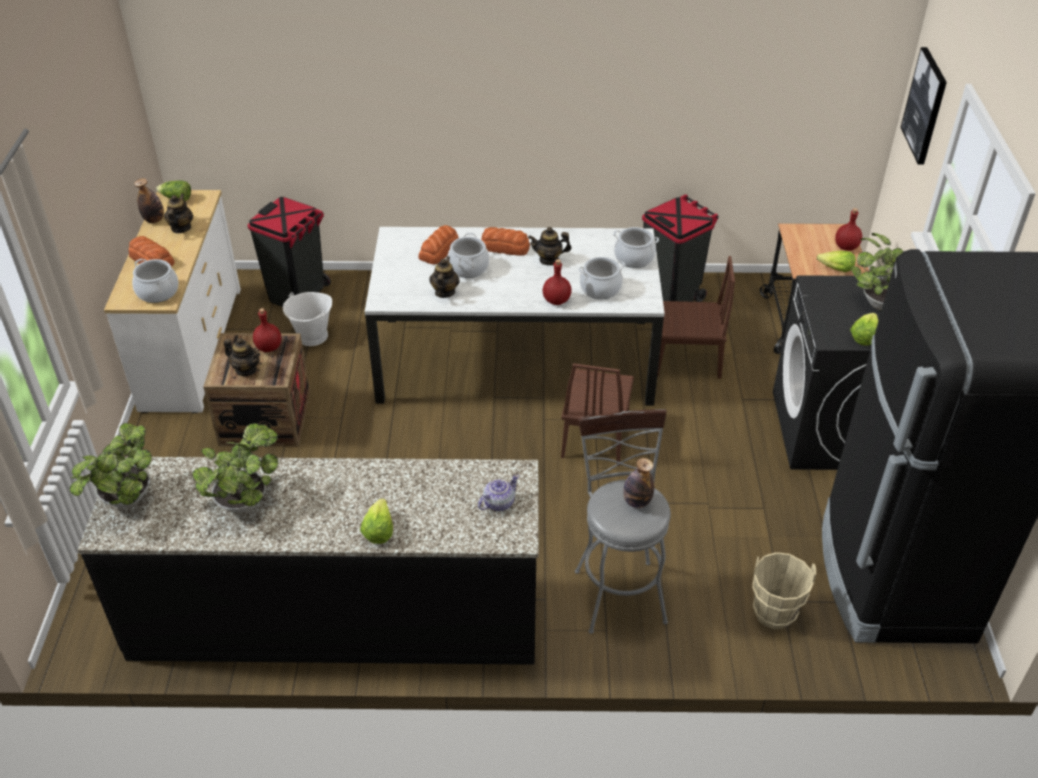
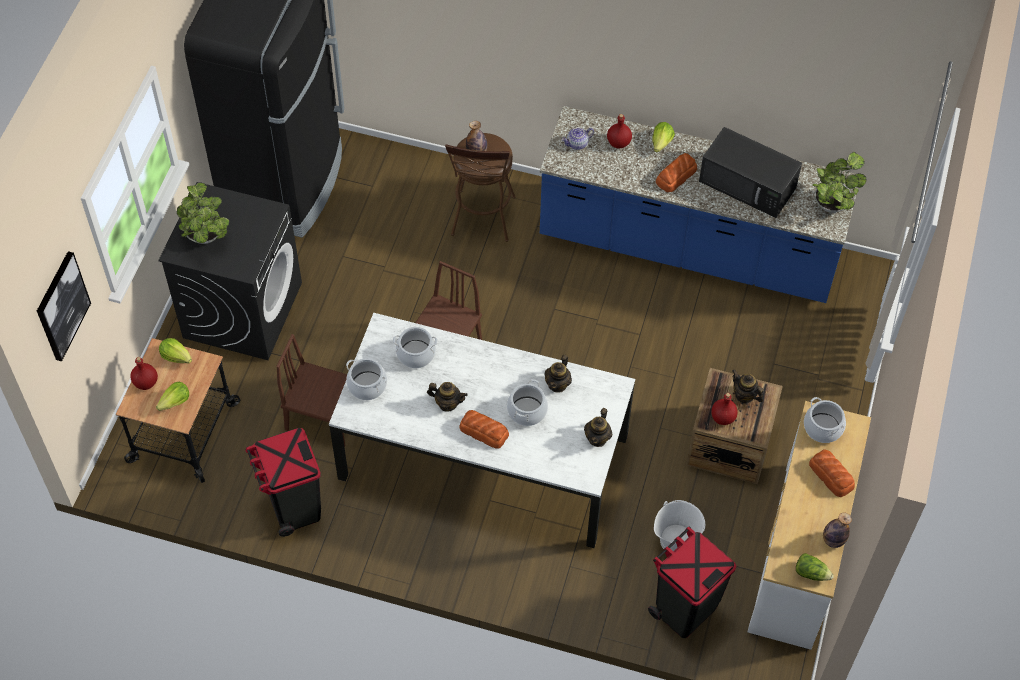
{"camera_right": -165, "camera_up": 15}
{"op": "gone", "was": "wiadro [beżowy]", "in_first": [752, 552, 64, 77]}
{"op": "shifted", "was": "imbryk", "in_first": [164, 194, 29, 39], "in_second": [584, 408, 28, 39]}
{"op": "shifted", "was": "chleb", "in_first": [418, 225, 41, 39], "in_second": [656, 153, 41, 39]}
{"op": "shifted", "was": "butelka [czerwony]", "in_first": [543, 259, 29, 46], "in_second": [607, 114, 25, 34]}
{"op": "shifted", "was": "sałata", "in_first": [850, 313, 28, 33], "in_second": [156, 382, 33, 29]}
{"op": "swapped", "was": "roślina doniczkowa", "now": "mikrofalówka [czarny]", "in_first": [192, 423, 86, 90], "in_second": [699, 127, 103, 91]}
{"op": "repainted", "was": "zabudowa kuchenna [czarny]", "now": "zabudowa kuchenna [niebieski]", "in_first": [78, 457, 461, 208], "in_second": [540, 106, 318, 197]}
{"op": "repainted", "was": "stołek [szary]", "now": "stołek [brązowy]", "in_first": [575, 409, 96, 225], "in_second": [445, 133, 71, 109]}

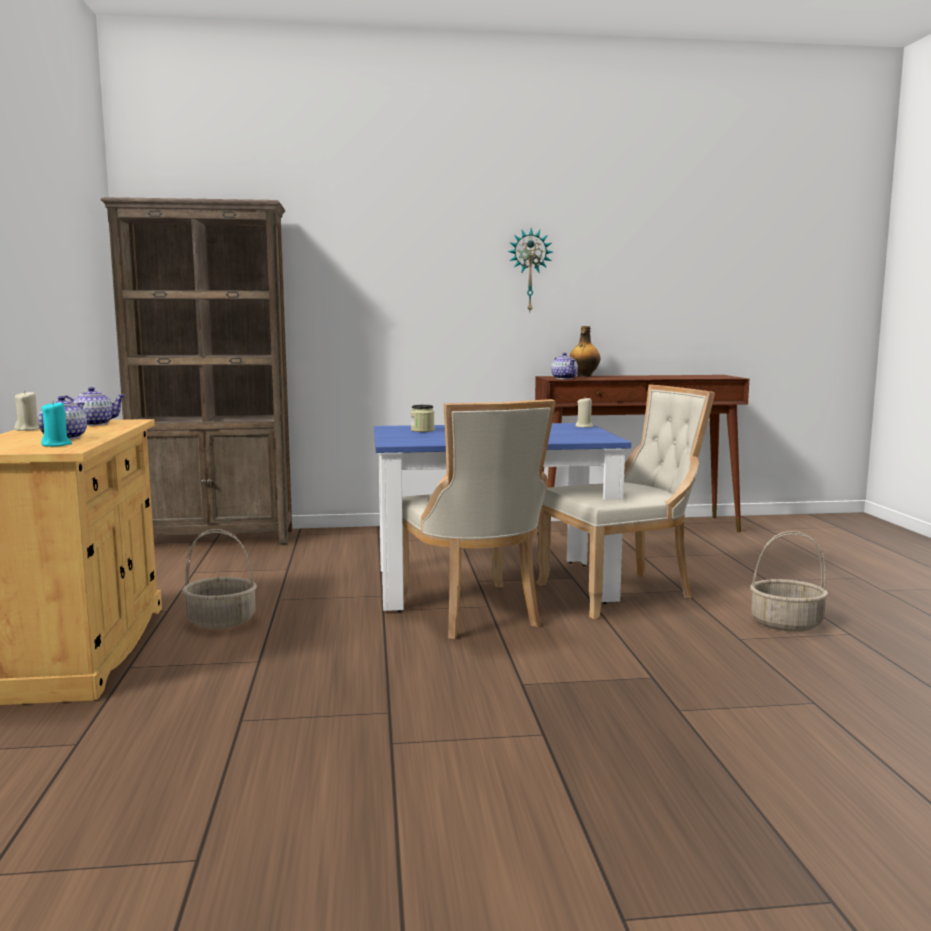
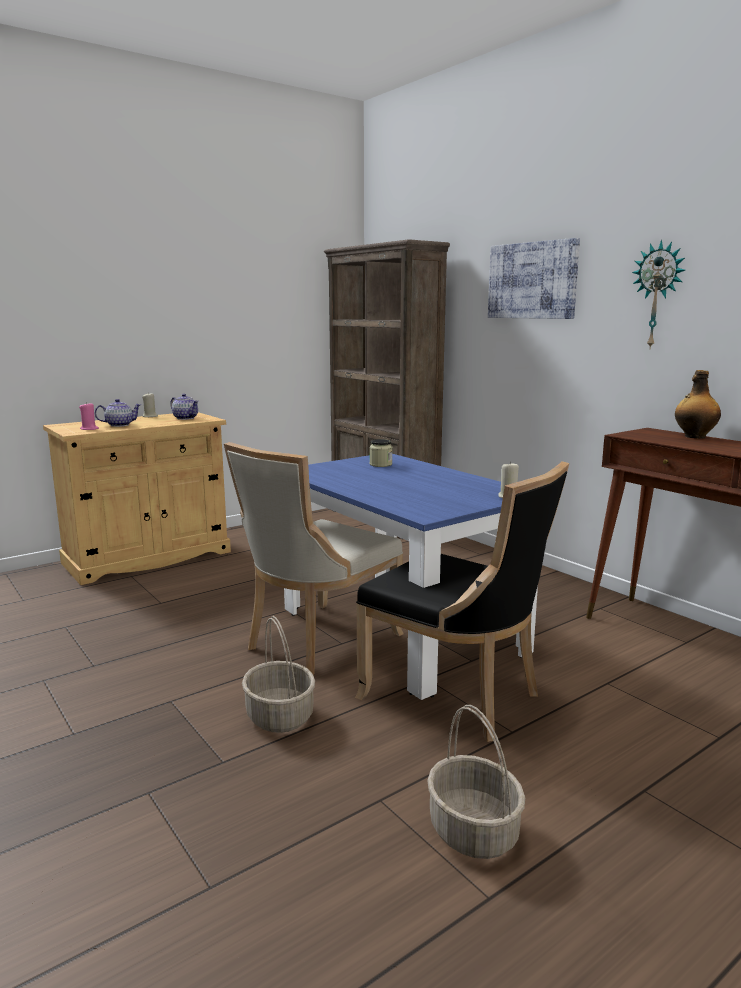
{"camera_right": 60, "camera_up": 5}
{"op": "gone", "was": "imbryk", "in_first": [551, 353, 27, 26]}
{"op": "new", "now": "obraz", "in_second": [488, 238, 92, 81]}
{"op": "shifted", "was": "koszyk", "in_first": [182, 529, 75, 100], "in_second": [242, 616, 73, 117]}
{"op": "repainted", "was": "świeca [turkusowy]", "now": "świeca [różowy]", "in_first": [41, 401, 31, 46], "in_second": [79, 402, 20, 28]}
{"op": "repainted", "was": "krzesło [beżowy]", "now": "krzesło [czarny]", "in_first": [536, 384, 179, 235], "in_second": [355, 461, 214, 281]}

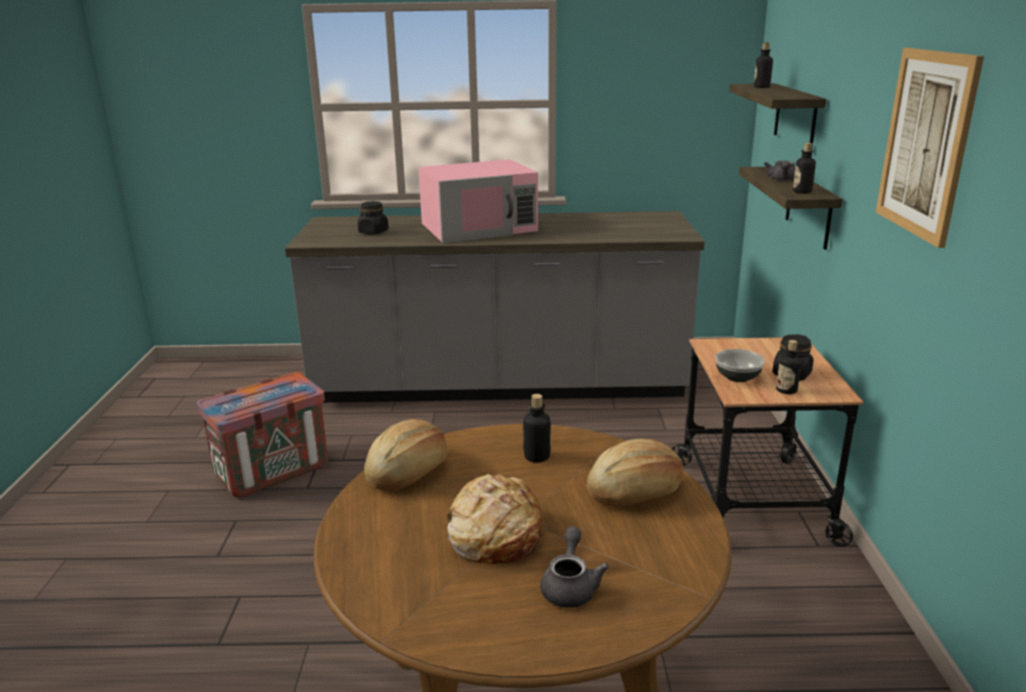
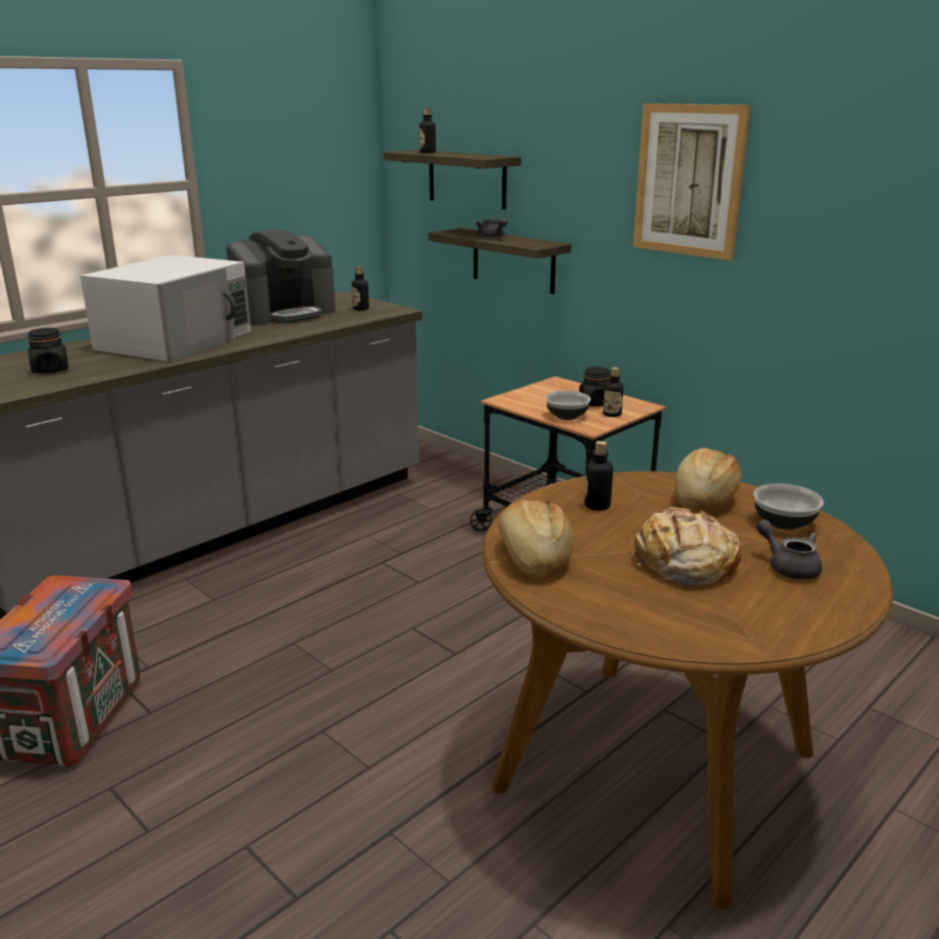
{"camera_right": -45, "camera_up": 0}
{"op": "new", "now": "ekspres do kawy", "in_second": [227, 229, 109, 96]}
{"op": "new", "now": "miska", "in_second": [753, 483, 71, 47]}
{"op": "shifted", "was": "butelka", "in_first": [793, 143, 23, 51], "in_second": [352, 266, 17, 44]}
{"op": "repainted", "was": "mikrofalówka [różowy]", "now": "mikrofalówka [biały]", "in_first": [418, 159, 120, 84], "in_second": [80, 255, 171, 107]}

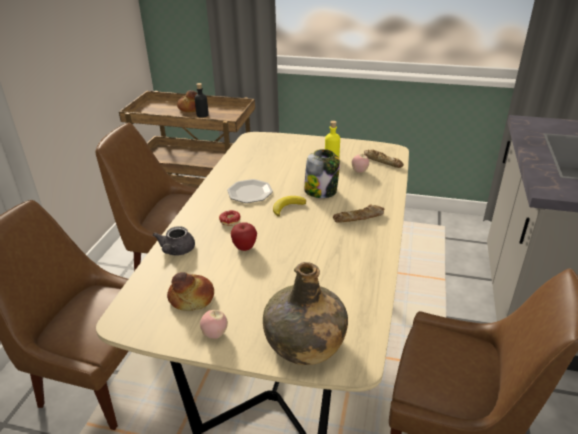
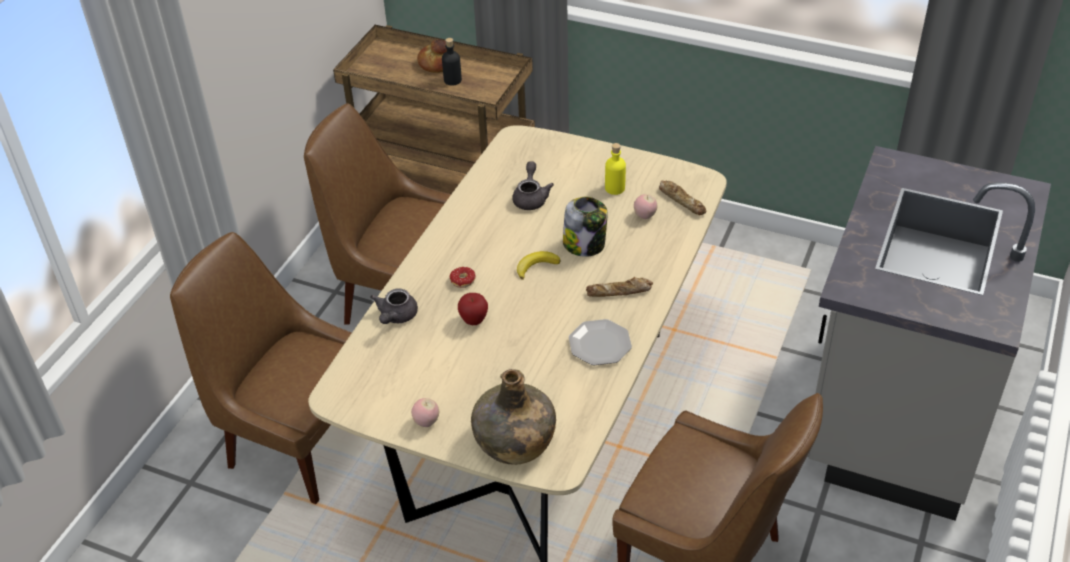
{"camera_right": 10, "camera_up": 10}
{"op": "gone", "was": "chleb", "in_first": [167, 272, 47, 39]}
{"op": "new", "now": "imbryk [szary]", "in_second": [512, 161, 42, 49]}
{"op": "shifted", "was": "talerz", "in_first": [227, 179, 46, 24], "in_second": [569, 319, 63, 46]}

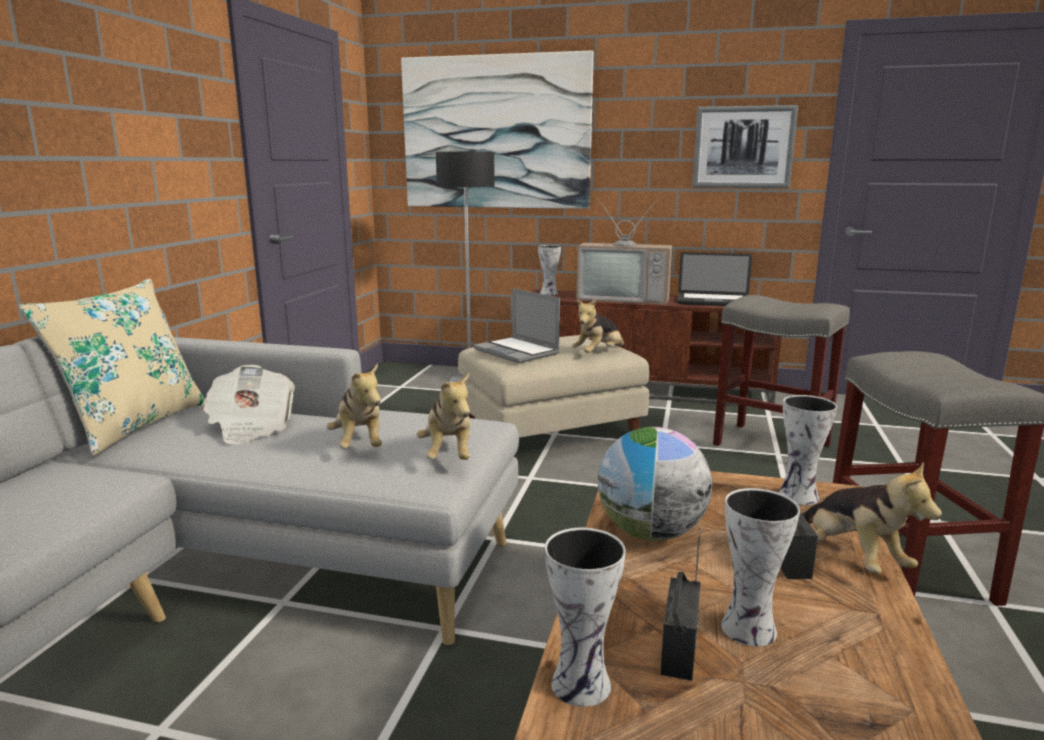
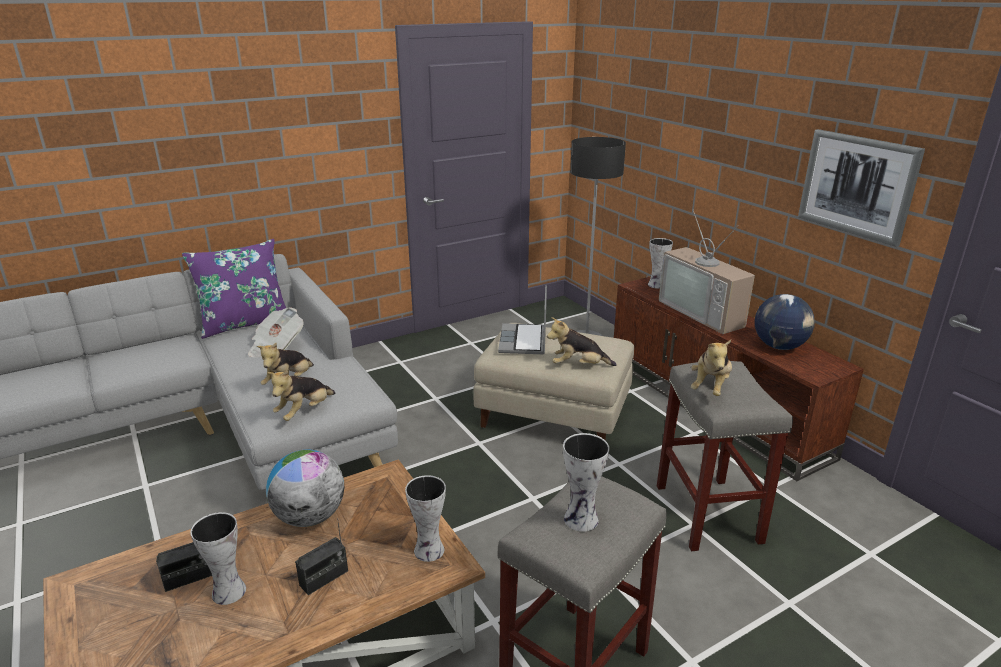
{"camera_right": 45, "camera_up": 10}
{"op": "gone", "was": "obraz", "in_first": [401, 51, 193, 158]}
{"op": "shifted", "was": "wazon", "in_first": [545, 528, 81, 179], "in_second": [563, 433, 46, 99]}
{"op": "shifted", "was": "pluszak", "in_first": [802, 463, 140, 110], "in_second": [691, 340, 41, 56]}
{"op": "swapped", "was": "laptop", "now": "globus", "in_first": [677, 252, 75, 54], "in_second": [755, 294, 60, 56]}
{"op": "repainted", "was": "poduszka [beżowy]", "now": "poduszka [fioletowy]", "in_first": [18, 278, 187, 178], "in_second": [182, 239, 104, 100]}

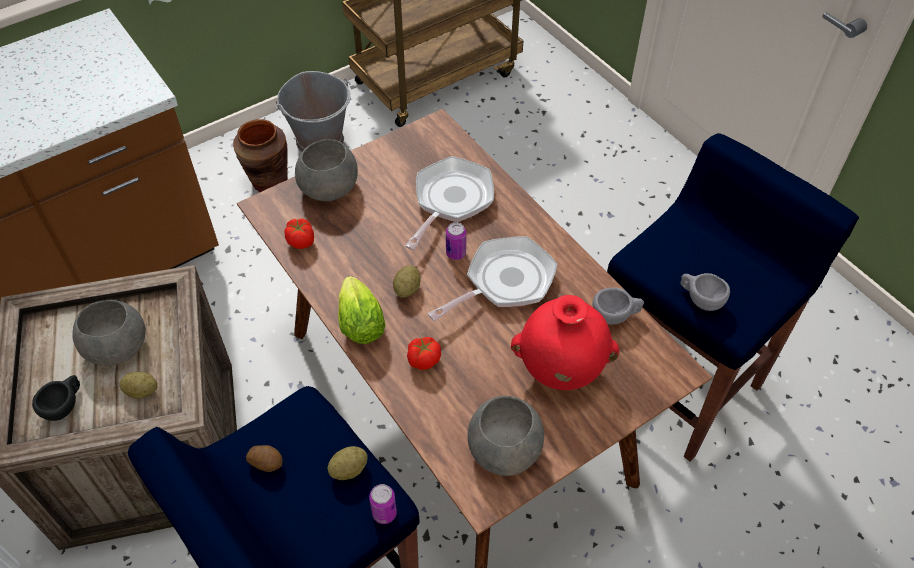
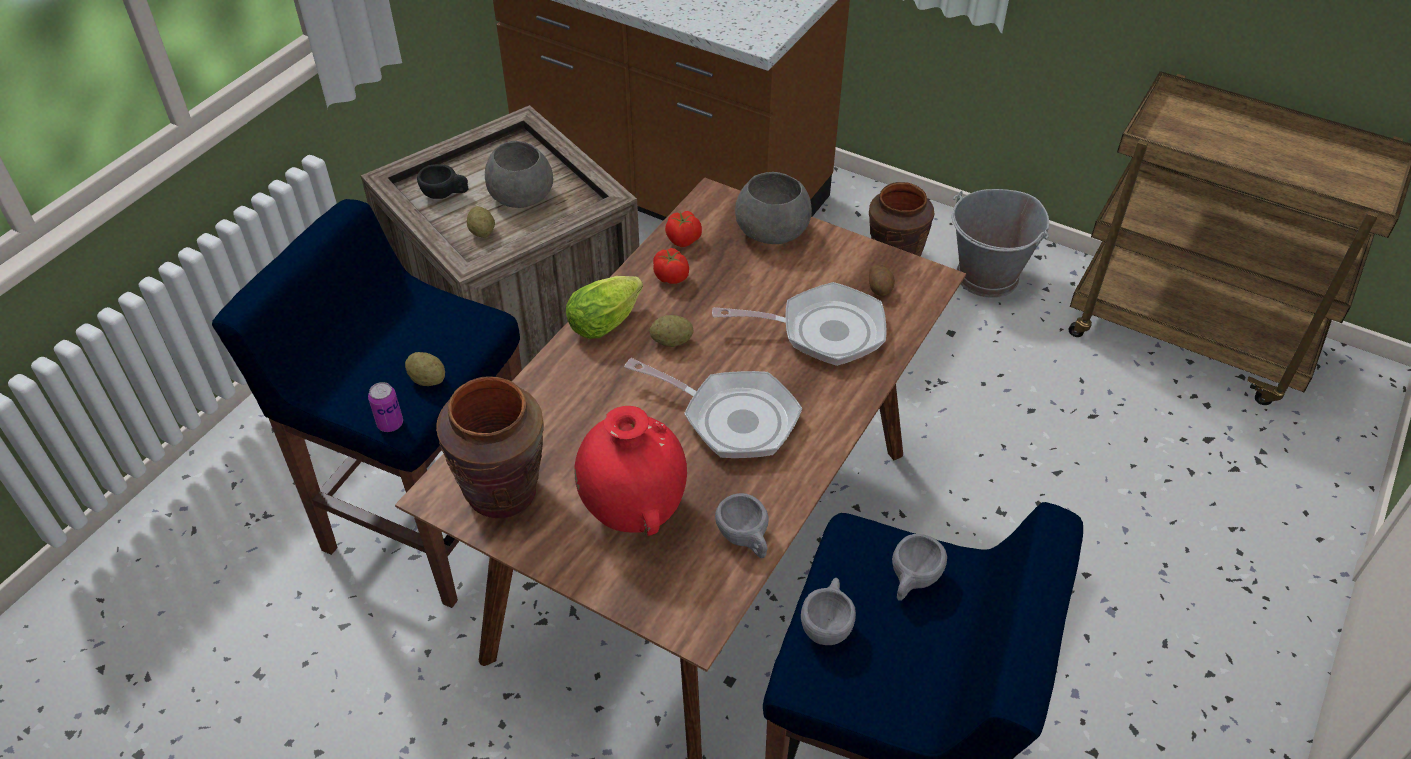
{"camera_right": 65, "camera_up": -5}
{"op": "gone", "was": "puszka", "in_first": [446, 222, 20, 38]}
{"op": "new", "now": "filiżanka [szary]", "in_second": [892, 534, 55, 67]}
{"op": "shifted", "was": "ziemniak", "in_first": [246, 445, 37, 27], "in_second": [869, 265, 26, 31]}
{"op": "shifted", "was": "pomidor", "in_first": [407, 337, 34, 33], "in_second": [653, 248, 36, 36]}
{"op": "swapped", "was": "miska [szary]", "now": "wazon [brązowy]", "in_first": [467, 396, 77, 80], "in_second": [436, 376, 108, 142]}

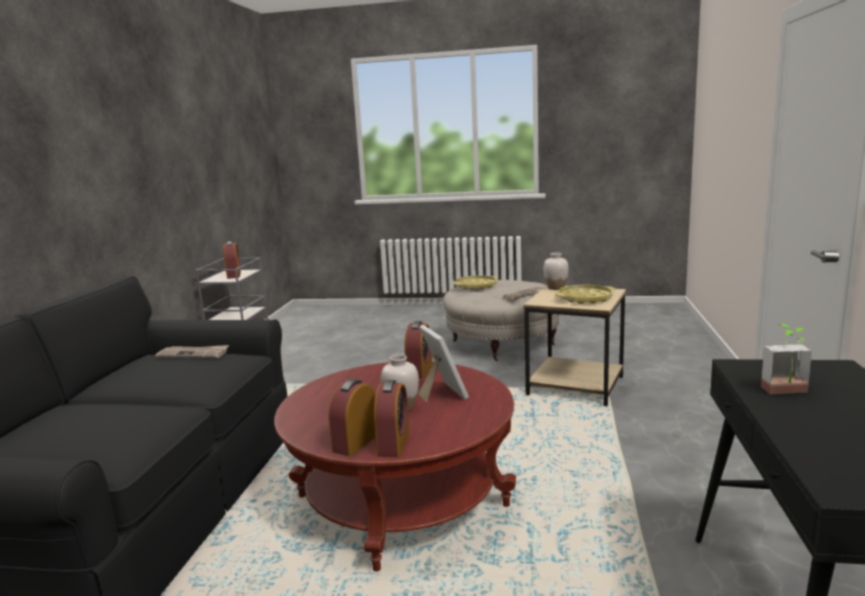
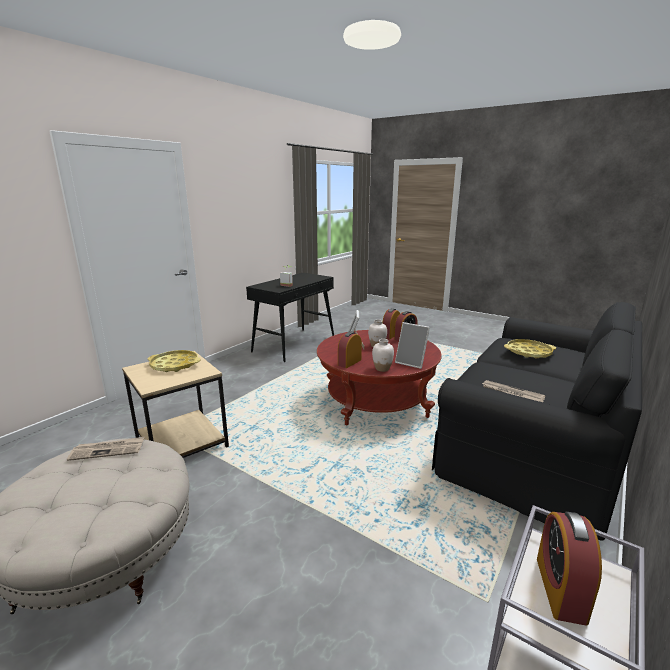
{"camera_right": -155, "camera_up": 5}
{"op": "new", "now": "ramka na zdjęcie", "in_second": [395, 322, 35, 47]}
{"op": "shifted", "was": "taca [żółty]", "in_first": [453, 275, 45, 15], "in_second": [504, 339, 52, 20]}
{"op": "shifted", "was": "wazon [biały]", "in_first": [543, 252, 26, 38], "in_second": [372, 339, 22, 33]}

